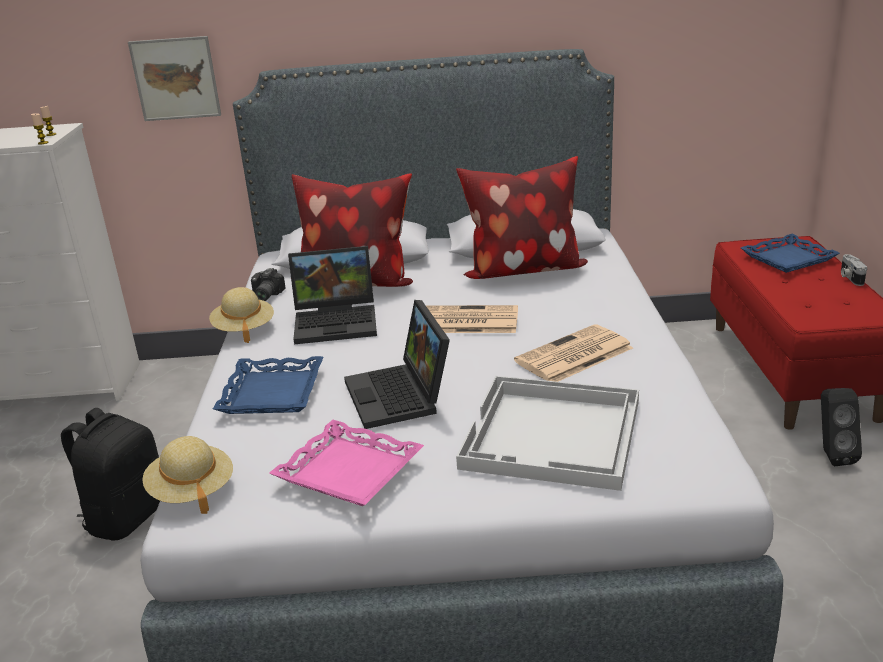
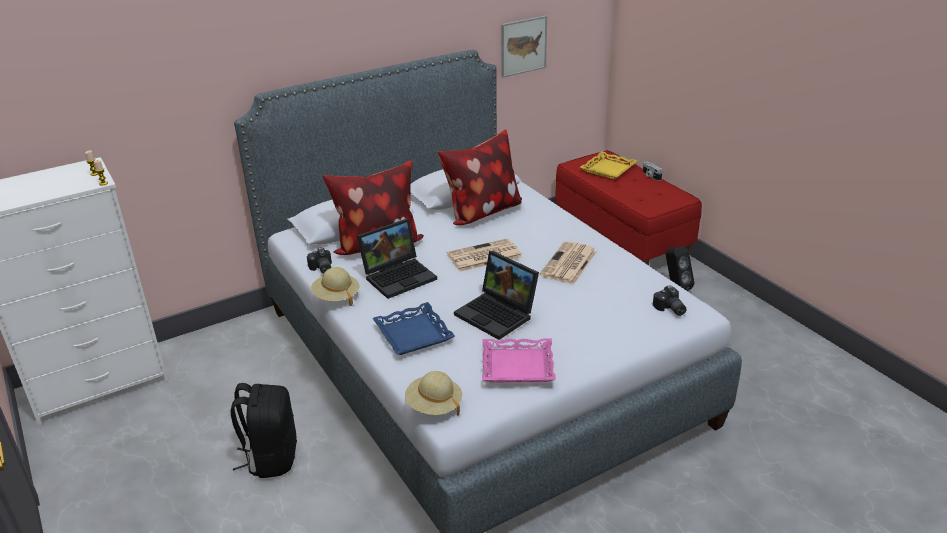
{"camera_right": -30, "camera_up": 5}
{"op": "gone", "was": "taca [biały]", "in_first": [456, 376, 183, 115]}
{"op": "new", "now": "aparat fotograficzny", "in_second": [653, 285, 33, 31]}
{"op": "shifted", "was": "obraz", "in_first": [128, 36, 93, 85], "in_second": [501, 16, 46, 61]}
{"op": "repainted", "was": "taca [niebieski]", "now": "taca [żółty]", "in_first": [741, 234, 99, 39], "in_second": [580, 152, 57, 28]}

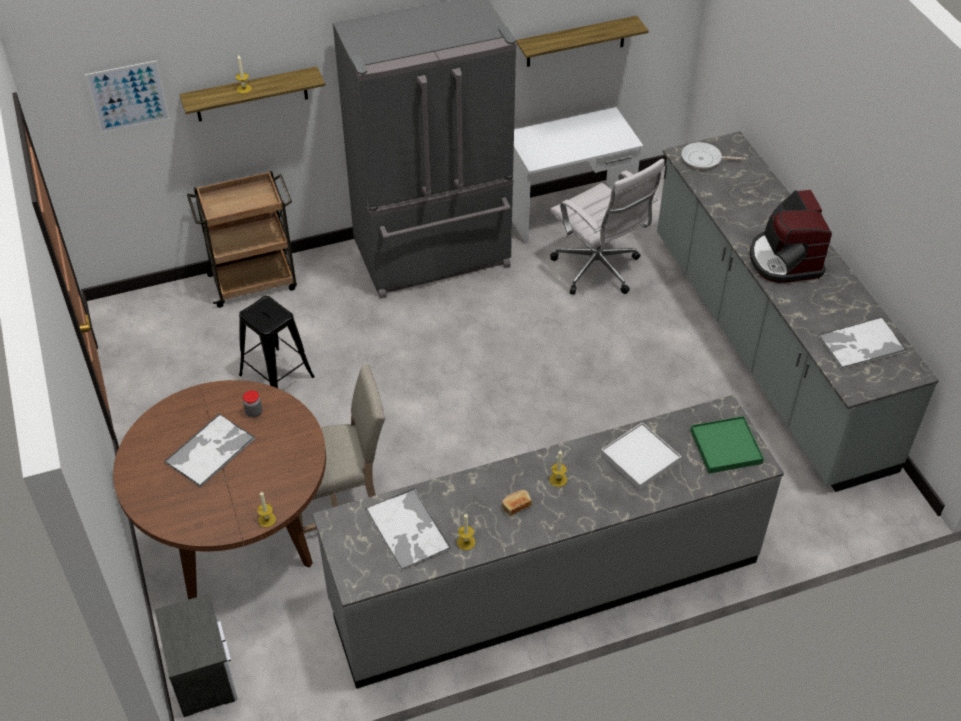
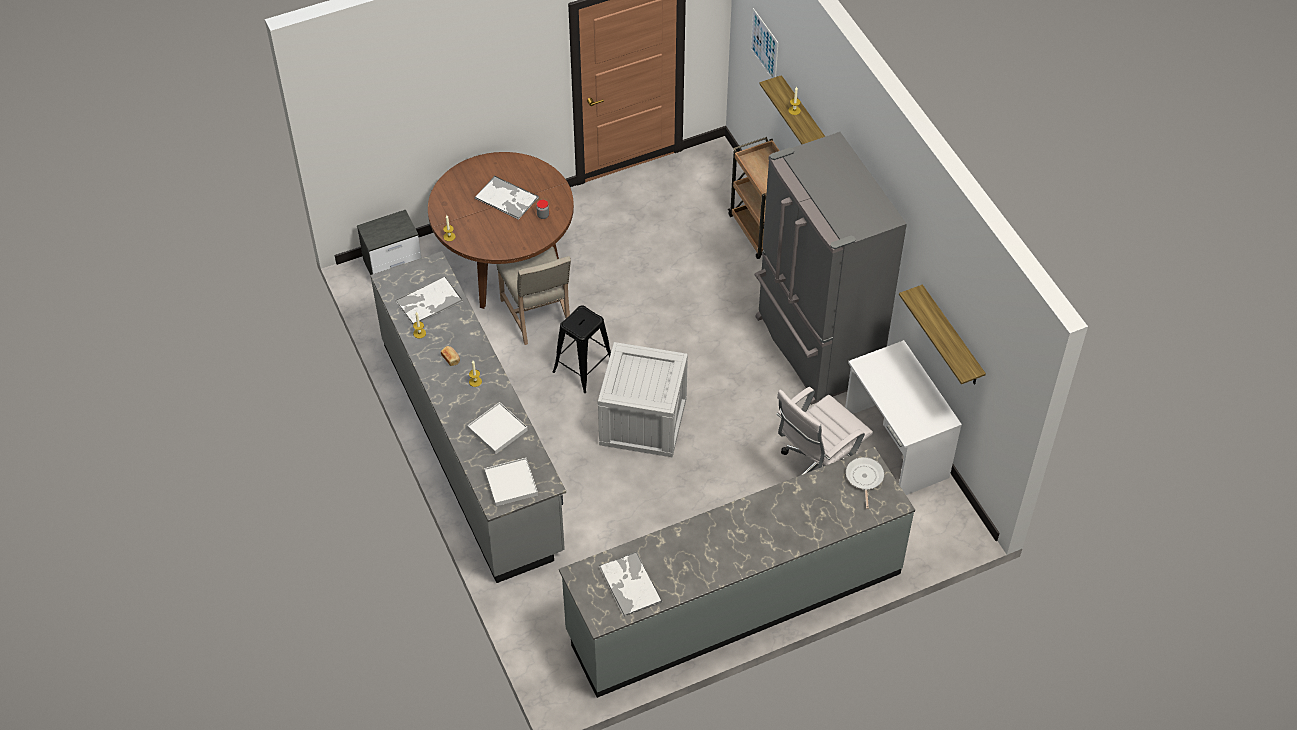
{"camera_right": 85, "camera_up": 5}
{"op": "gone", "was": "ekspres do kawy", "in_first": [750, 190, 82, 93]}
{"op": "new", "now": "skrzynka", "in_second": [598, 342, 90, 115]}
{"op": "shifted", "was": "stołek [czarny]", "in_first": [239, 296, 76, 92], "in_second": [553, 305, 58, 88]}
{"op": "repainted", "was": "taca [zielony]", "now": "taca [biały]", "in_first": [690, 416, 74, 58], "in_second": [484, 458, 54, 48]}

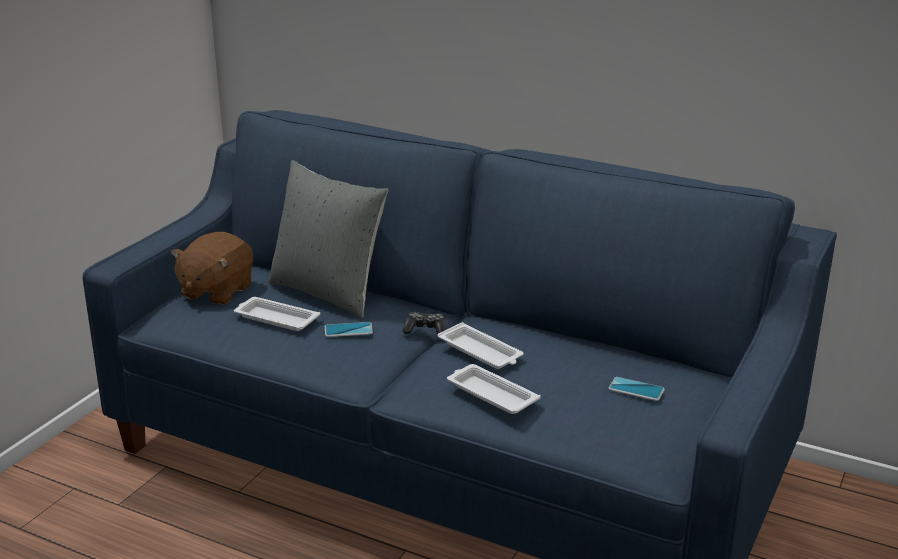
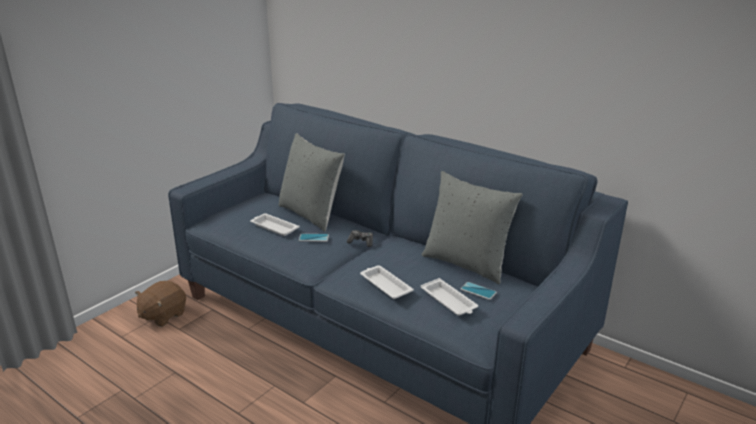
{"camera_right": 10, "camera_up": 0}
{"op": "new", "now": "poduszka [szary]", "in_second": [422, 171, 101, 113]}
{"op": "shifted", "was": "pluszak [brązowy]", "in_first": [171, 232, 82, 72], "in_second": [135, 281, 51, 46]}
{"op": "shifted", "was": "taca [biały]", "in_first": [437, 322, 87, 47], "in_second": [421, 278, 57, 38]}

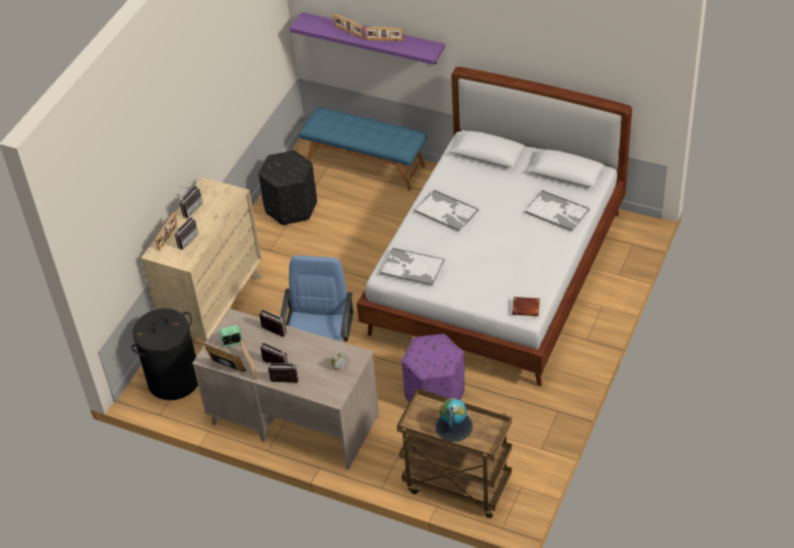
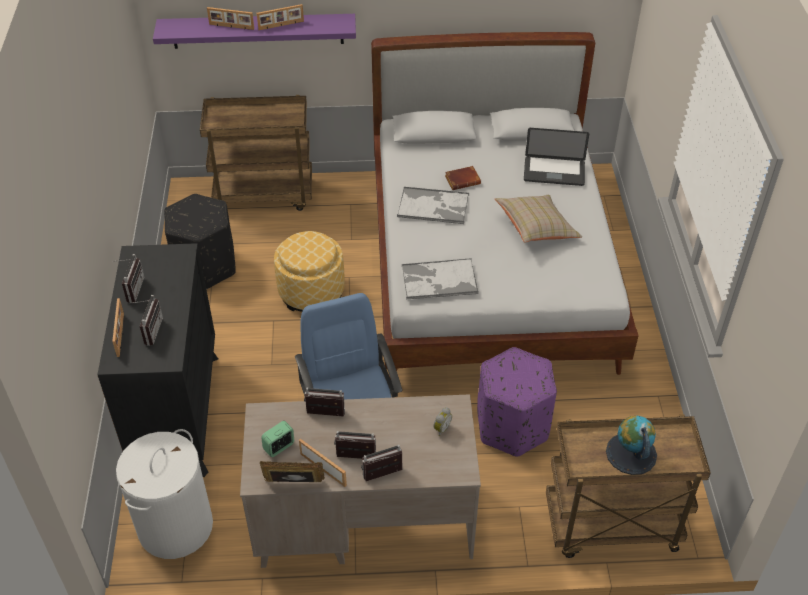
{"camera_right": -30, "camera_up": 0}
{"op": "new", "now": "pufa", "in_second": [274, 231, 71, 81]}
{"op": "new", "now": "poduszka [beżowy]", "in_second": [495, 195, 87, 48]}
{"op": "shifted", "was": "książka [brązowy]", "in_first": [512, 297, 28, 19], "in_second": [445, 166, 36, 24]}
{"op": "swapped", "was": "ławka [niebieski]", "now": "wózek [brązowy]", "in_first": [299, 107, 128, 84], "in_second": [200, 95, 112, 116]}
{"op": "swapped", "was": "taca", "now": "laptop", "in_first": [525, 190, 65, 42], "in_second": [524, 128, 65, 58]}
{"op": "repainted", "was": "kosz na pranie [czarny]", "now": "kosz na pranie [biały]", "in_first": [131, 308, 67, 92], "in_second": [116, 429, 97, 130]}
{"op": "repainted", "was": "komoda [beżowy]", "now": "komoda [czarny]", "in_first": [141, 177, 122, 169], "in_second": [97, 243, 121, 234]}

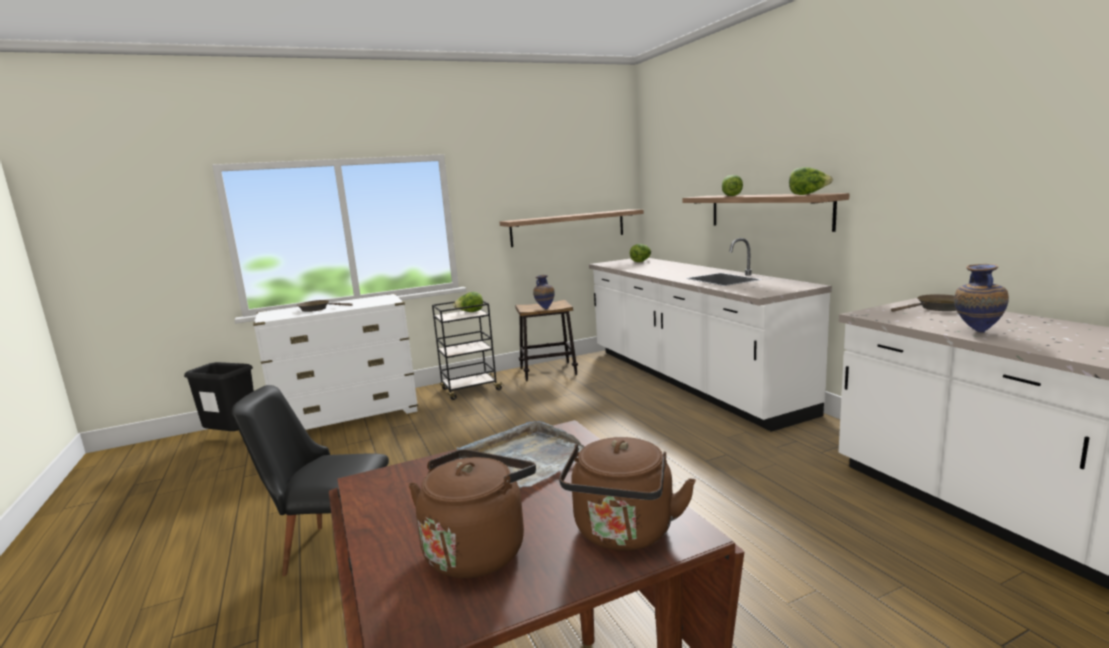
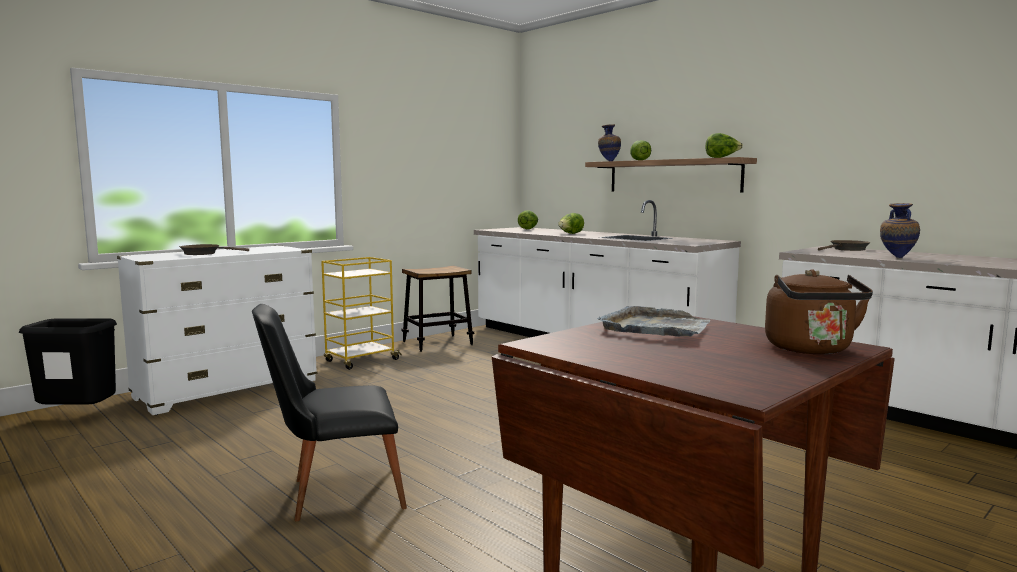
{"camera_right": -20, "camera_up": -5}
{"op": "gone", "was": "czajnik [brązowy]", "in_first": [409, 450, 127, 128]}
{"op": "gone", "was": "półka", "in_first": [500, 209, 144, 38]}
{"op": "shifted", "was": "sałata", "in_first": [453, 292, 30, 20], "in_second": [558, 213, 26, 21]}
{"op": "shifted", "was": "wazon", "in_first": [533, 275, 22, 35], "in_second": [598, 124, 23, 37]}
{"op": "repainted", "was": "wózek [czarny]", "now": "wózek [żółty]", "in_first": [432, 301, 72, 99], "in_second": [321, 257, 81, 113]}

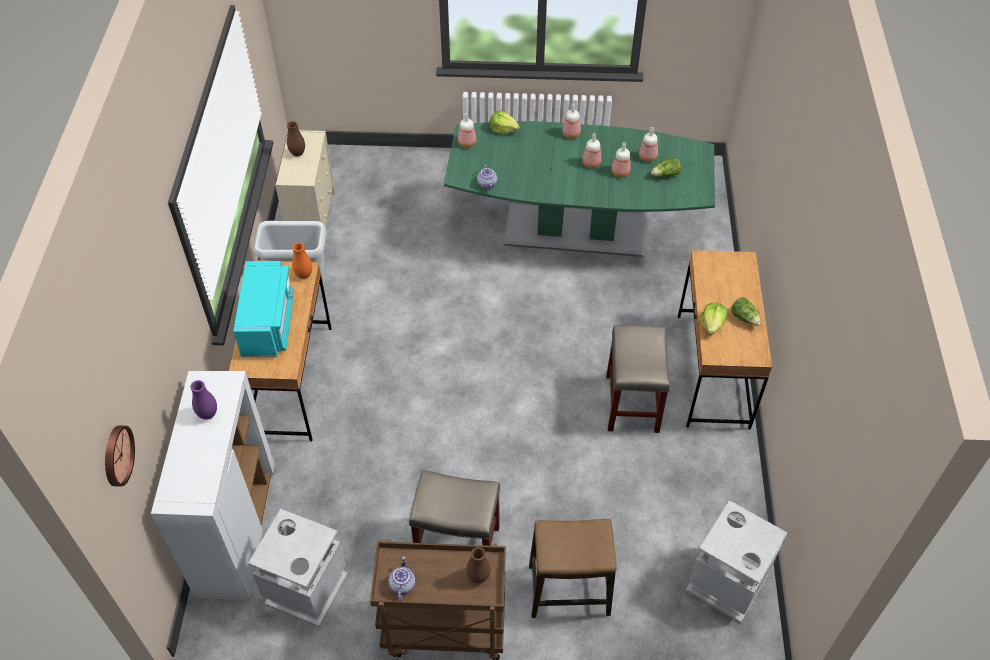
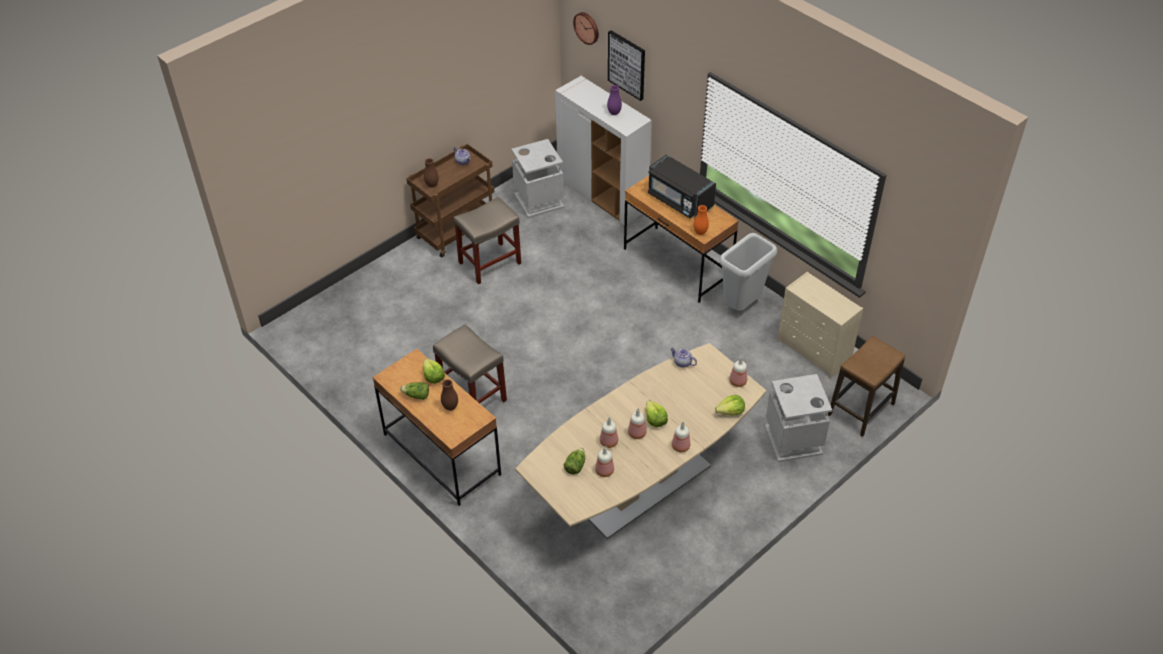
{"camera_right": 135, "camera_up": -5}
{"op": "new", "now": "obraz", "in_second": [608, 30, 37, 71]}
{"op": "new", "now": "sałata", "in_second": [646, 400, 22, 27]}
{"op": "shifted", "was": "wazon [brązowy]", "in_first": [287, 121, 18, 35], "in_second": [441, 379, 17, 32]}
{"op": "shifted", "was": "stołek", "in_first": [529, 519, 88, 99], "in_second": [828, 336, 77, 101]}
{"op": "shifted", "was": "kosz na śmieci [szary]", "in_first": [686, 500, 101, 123], "in_second": [765, 374, 67, 88]}
{"op": "repainted", "was": "mikrofalówka [turkusowy]", "now": "mikrofalówka [czarny]", "in_first": [233, 261, 61, 96], "in_second": [648, 155, 68, 63]}
{"op": "repainted", "was": "stół jadalny [zielony]", "now": "stół jadalny [beżowy]", "in_first": [444, 121, 271, 136], "in_second": [515, 343, 251, 196]}

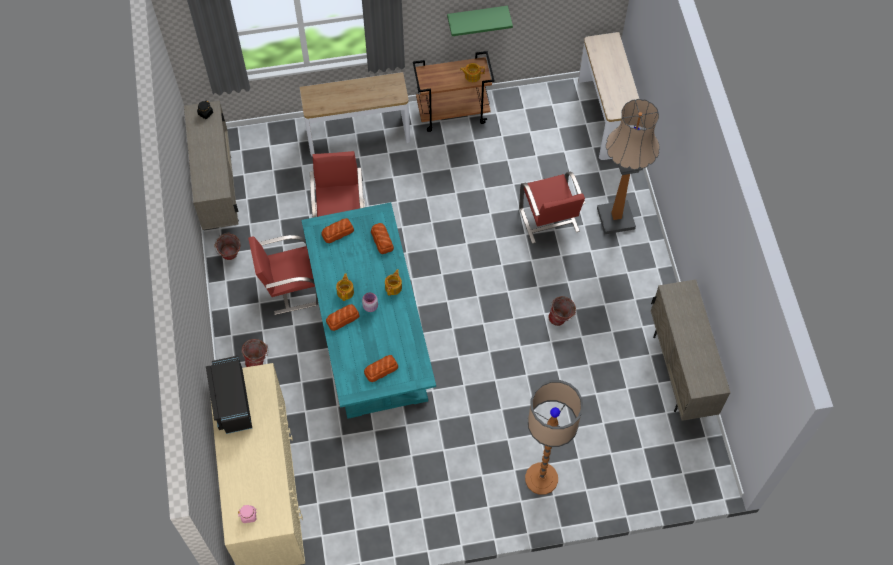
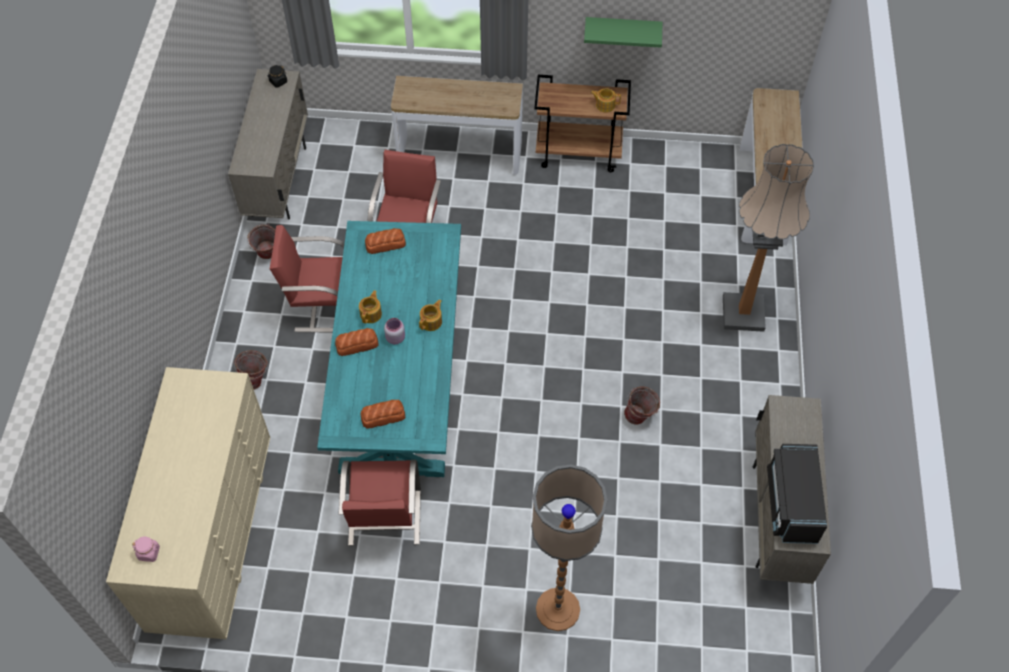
{"camera_right": 15, "camera_up": -5}
{"op": "gone", "was": "chleb", "in_first": [371, 223, 23, 31]}
{"op": "shifted", "was": "mikrofalówka [czarny]", "in_first": [206, 356, 46, 78], "in_second": [767, 444, 60, 100]}
{"op": "shifted", "was": "krzesło [czerwony]", "in_first": [519, 172, 67, 72], "in_second": [339, 460, 82, 86]}

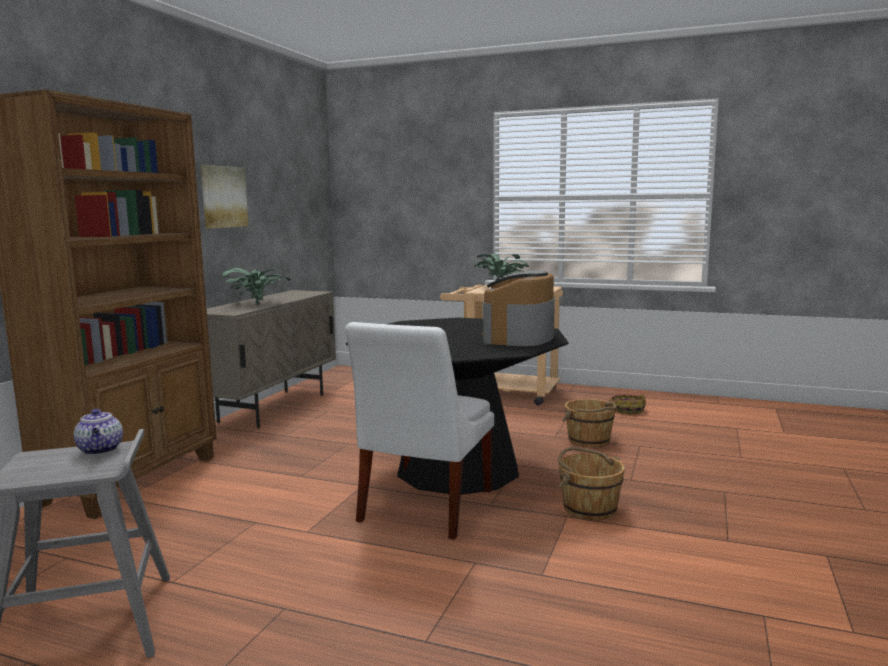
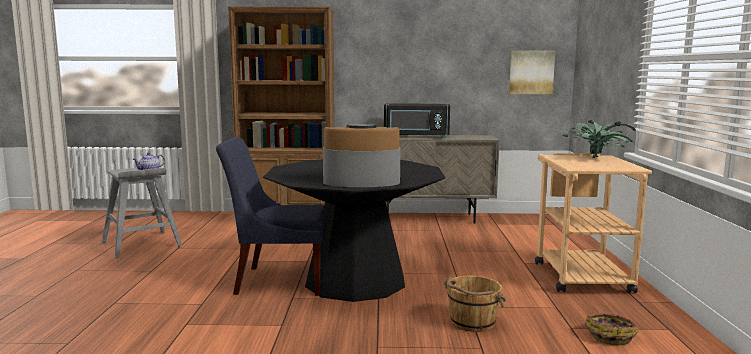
{"camera_right": 70, "camera_up": 0}
{"op": "gone", "was": "wiadro [brązowy]", "in_first": [558, 447, 67, 73]}
{"op": "shifted", "was": "obraz", "in_first": [201, 165, 47, 63], "in_second": [509, 50, 46, 44]}
{"op": "swapped", "was": "roślina doniczkowa", "now": "mikrofalówka [czarny]", "in_first": [222, 268, 69, 36], "in_second": [384, 103, 66, 35]}
{"op": "repainted", "was": "krzesło [biały]", "now": "krzesło [niebieski]", "in_first": [345, 322, 149, 218], "in_second": [216, 137, 108, 159]}

